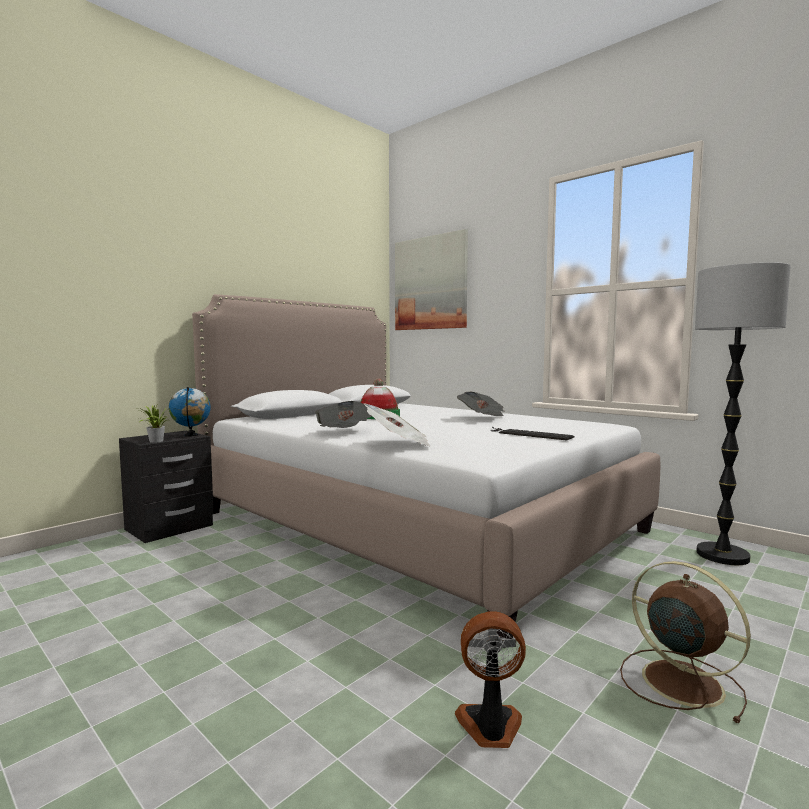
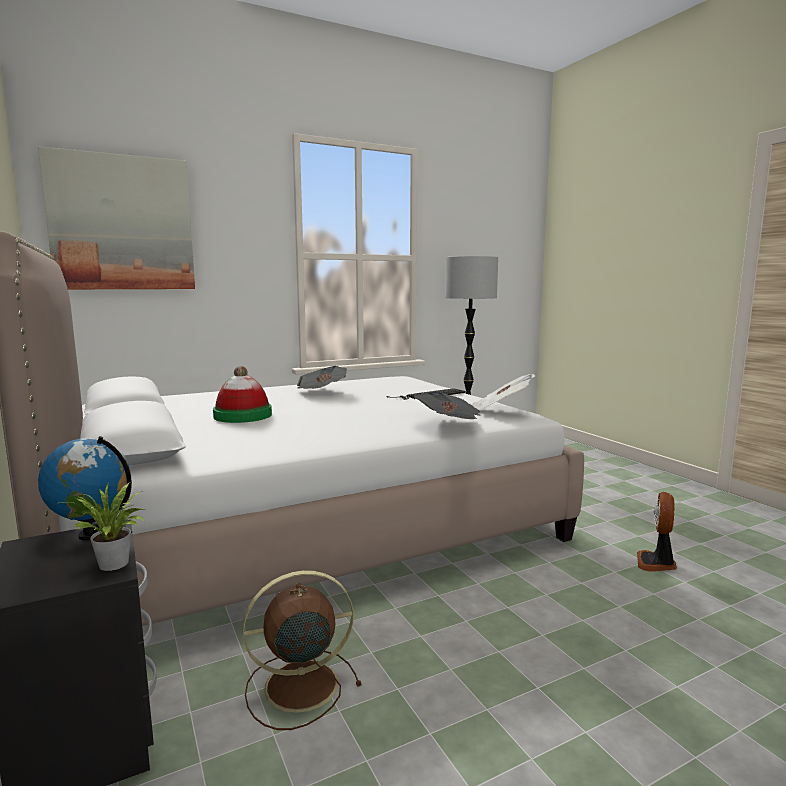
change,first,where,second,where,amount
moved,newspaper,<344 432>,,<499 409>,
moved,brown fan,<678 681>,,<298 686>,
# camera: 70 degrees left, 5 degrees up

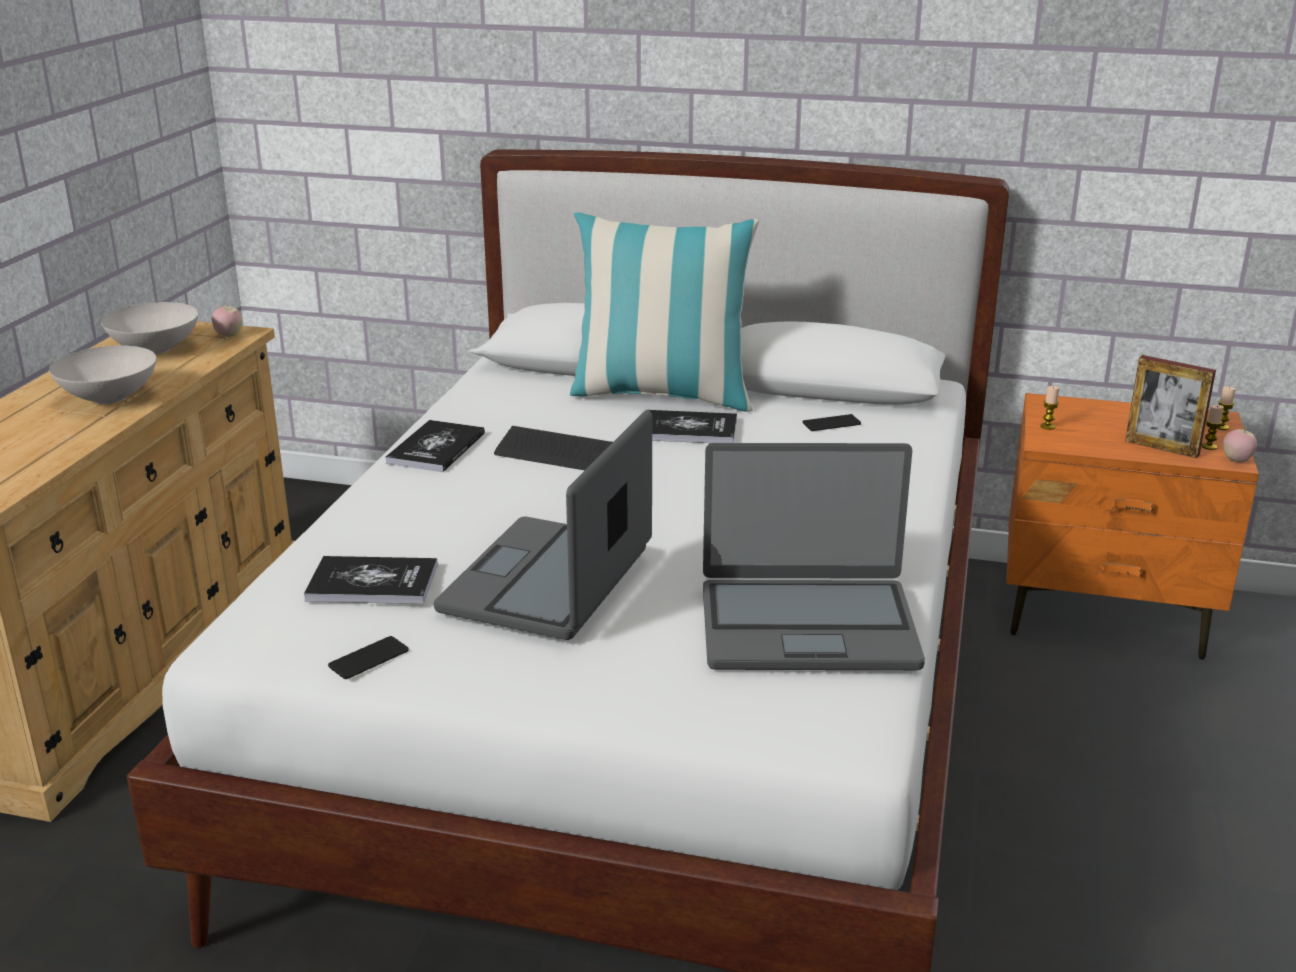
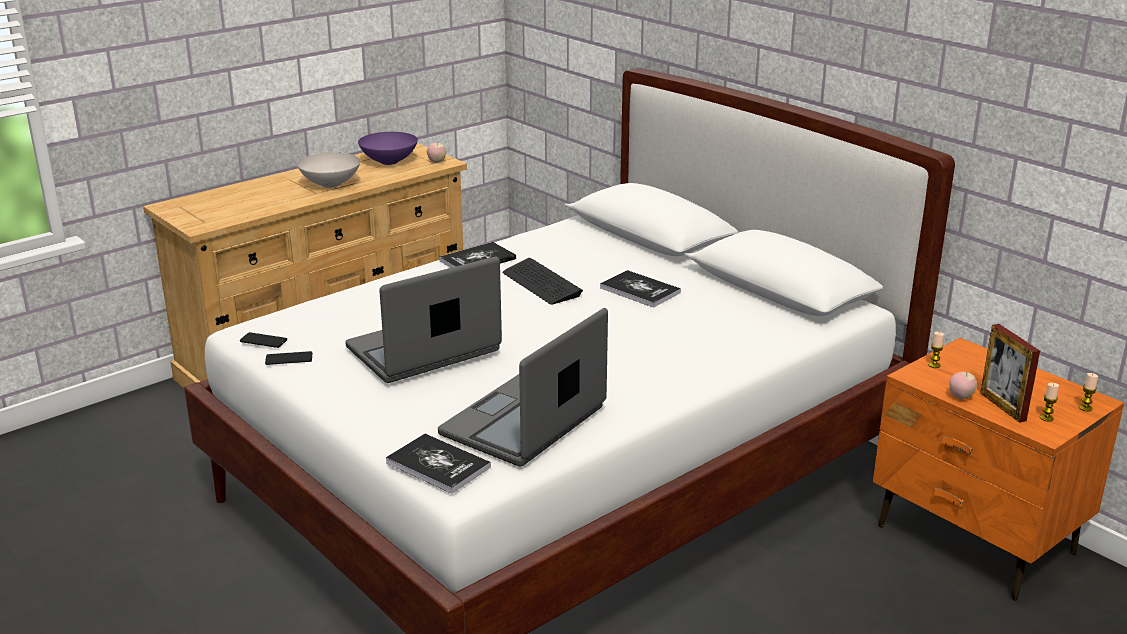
change,first,where,second,where,amount
recoloured,white bowl,<156 350>,purple bowl,<389 162>,
moved,book,<372 583>,,<438 465>,
removed,pillow,<662 395>,,,
turned,laptop,<807 626>,,<525 422>,90 degrees clockwise
moved,phone,<831 424>,,<263 341>,
moved,apple,<1236 460>,,<960 397>,
# camera: 35 degrees right, 0 degrees up

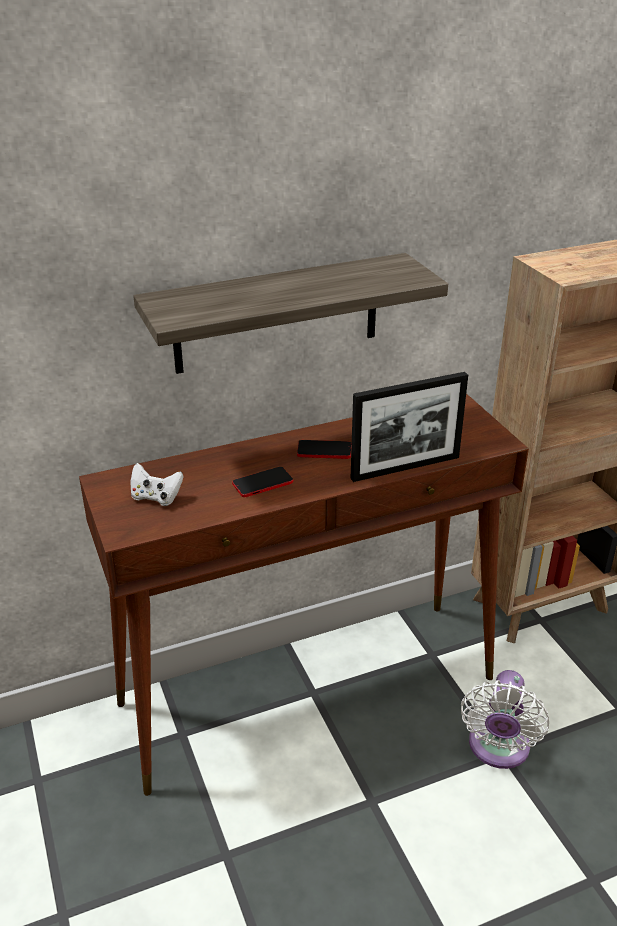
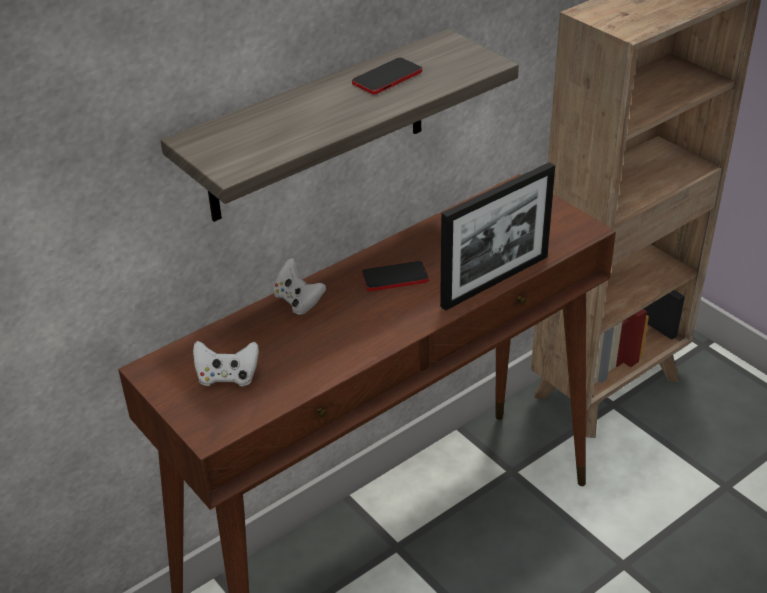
change,first,where,second,where,amount
moved,phone,<262 483>,,<387 77>,
removed,white fan,<497 749>,,,
added,,,white game controller,<298 301>,
# camera: 15 degrees left, 5 degrees up

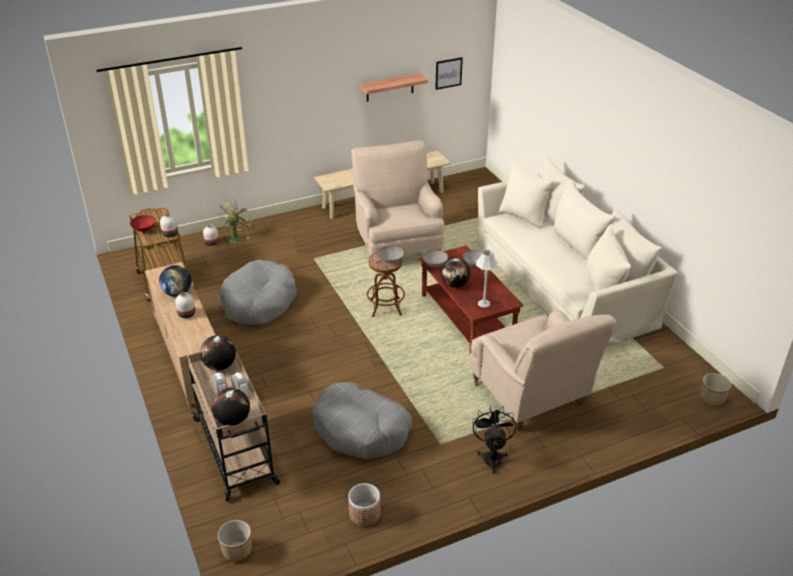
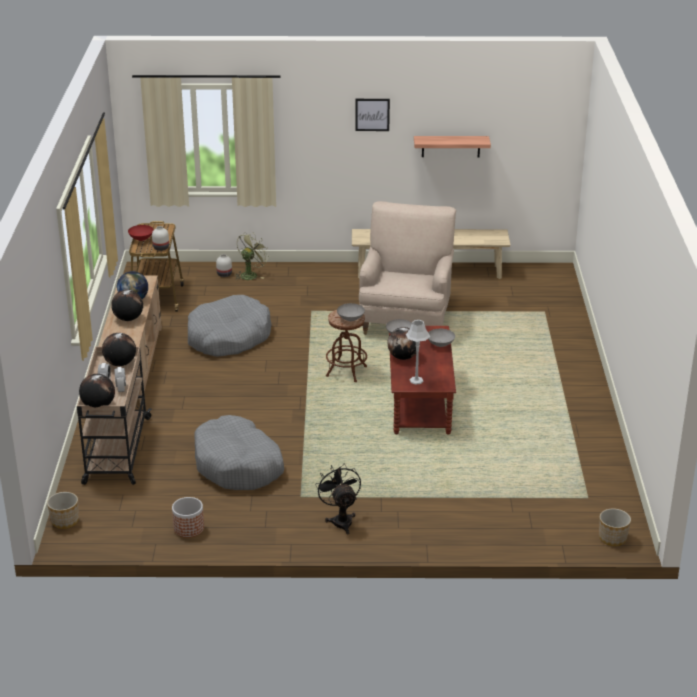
change,first,where,second,where,amount
replaced,white vase,<186 314>,globe,<128 319>,
moved,picture,<448 73>,,<372 114>,
removed,beige armchair,<531 398>,,,
turned,black fan,<492 456>,,<340 520>,45 degrees counterclockwise
removed,beige sofa,<562 283>,,,
# camera: 25 degrees right, 5 degrees down

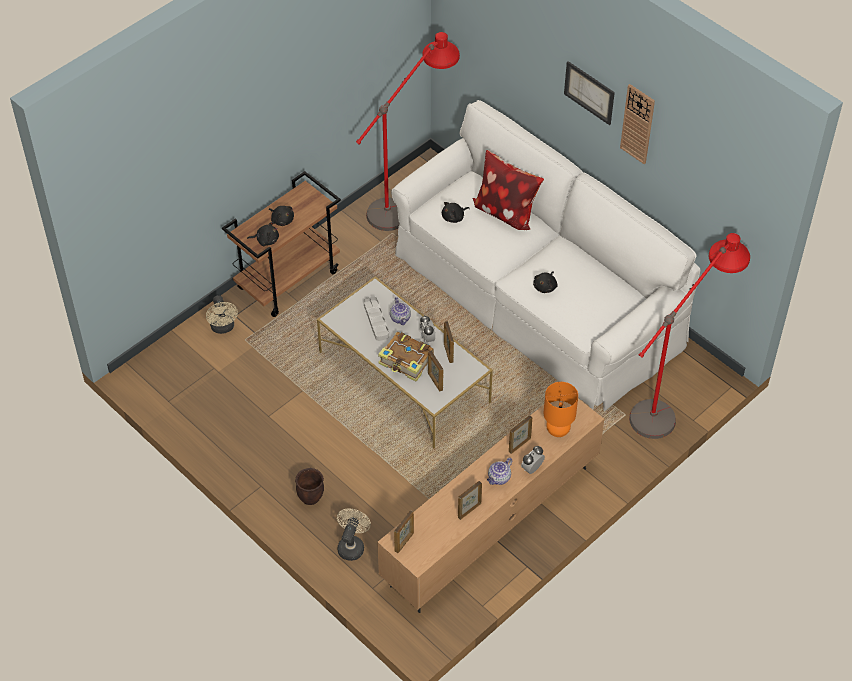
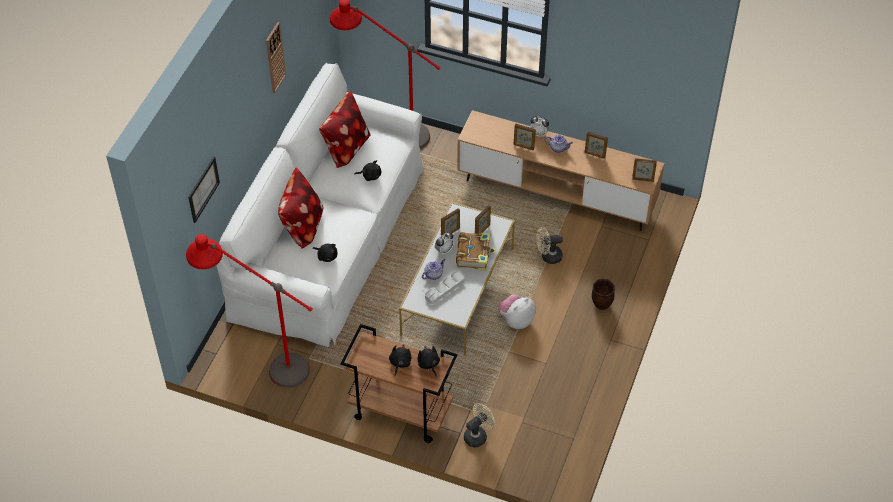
change,first,where,second,where,amount
moved,beige fan,<352 545>,,<548 256>,
removed,orange table lamp,<557 430>,,,
moved,picture,<589 92>,,<203 189>,
added,,,pillow,<345 148>,
added,,,plush toy,<516 320>,
# camera: 115 degrees left, 0 degrees up

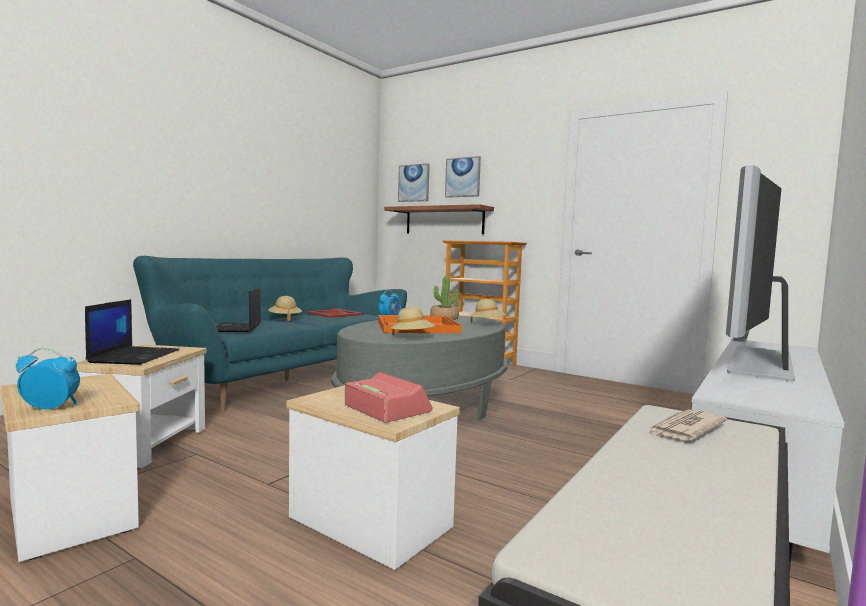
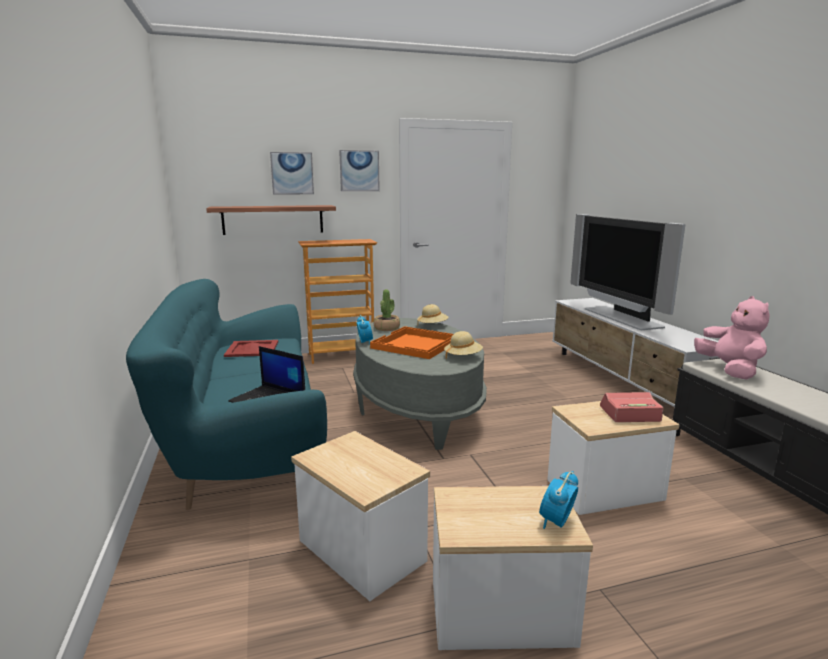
change,first,where,second,where,amount
removed,laptop,<134 356>,,,
removed,beige hat,<285 318>,,,
moved,picture,<414 183>,,<359 171>,
replaced,newspaper,<684 429>,pink plush toy,<730 370>,
# camera: 50 degrees left, 10 degrees up

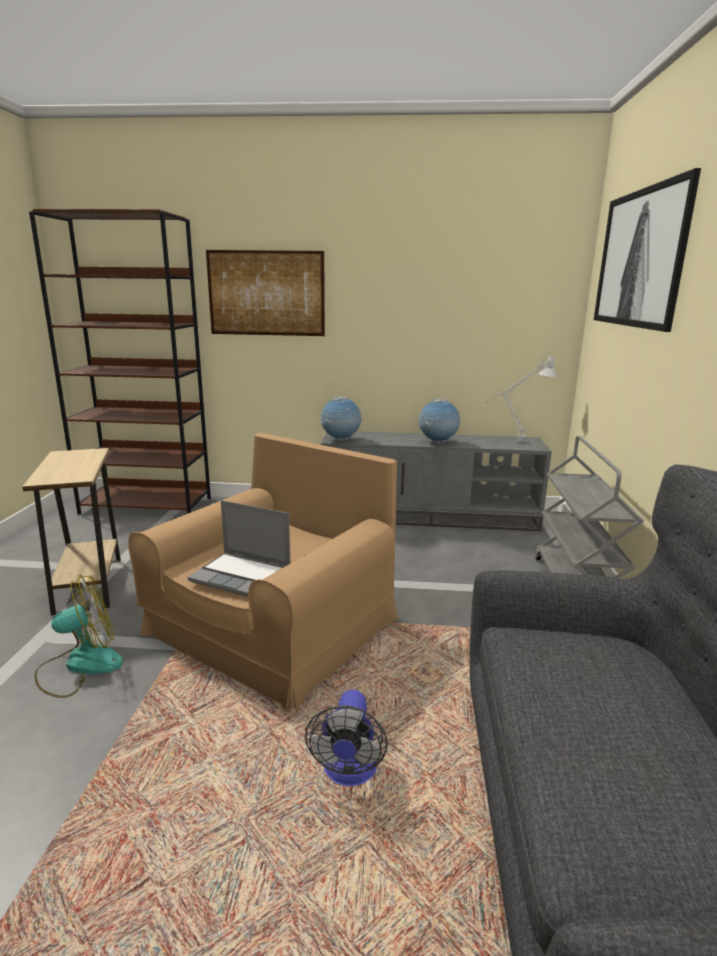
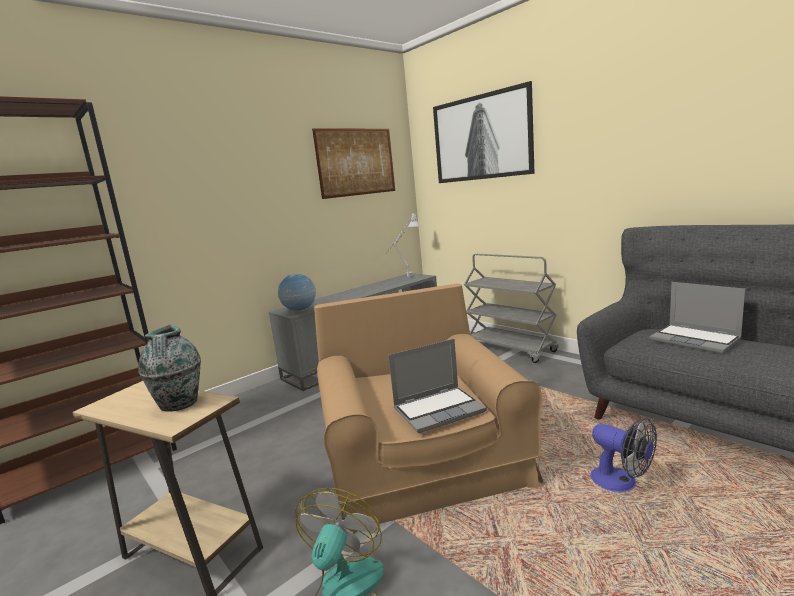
change,first,where,second,where,amount
moved,picture,<266 293>,,<356 162>,
removed,globe,<438 442>,,,
added,,,vase,<179 404>,
added,,,laptop,<696 340>,
# camera: 45 degrees left, 5 degrees down

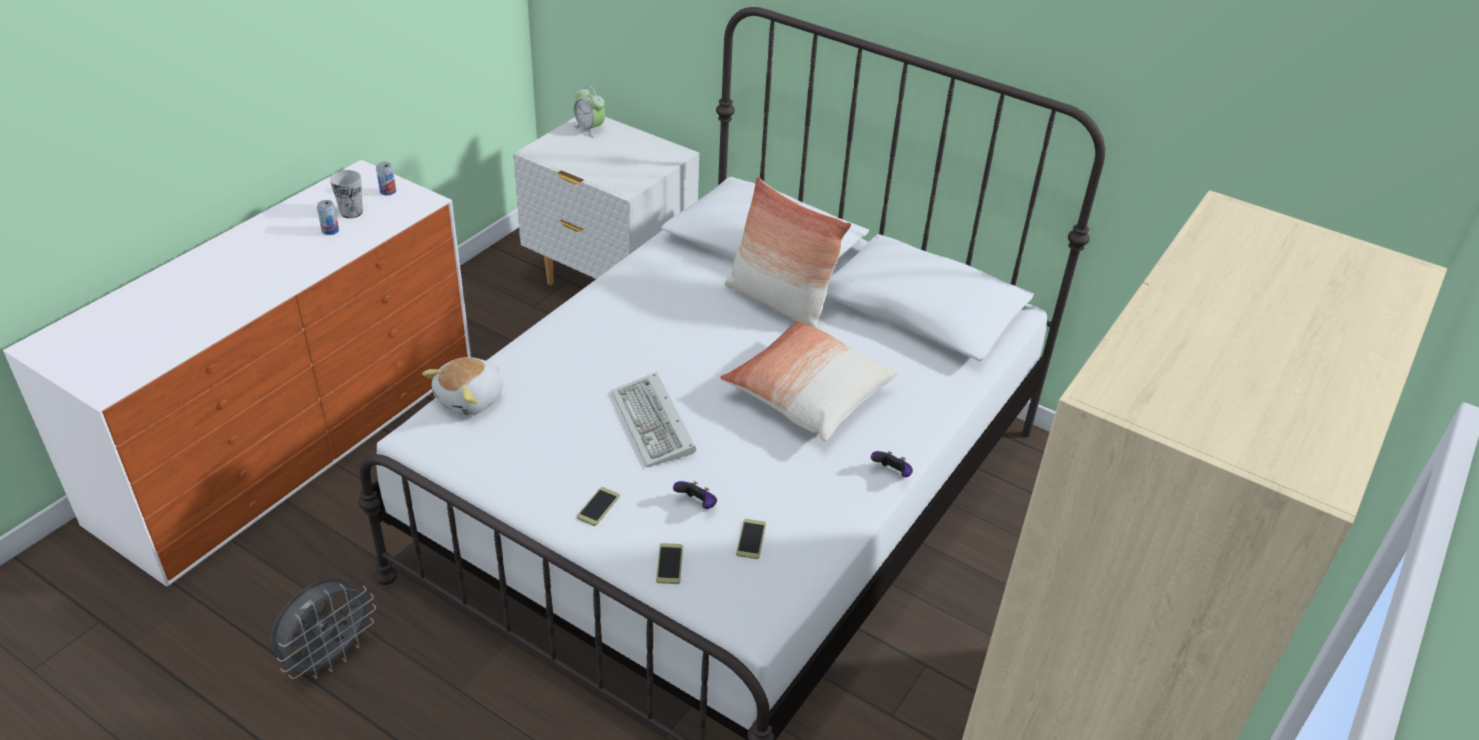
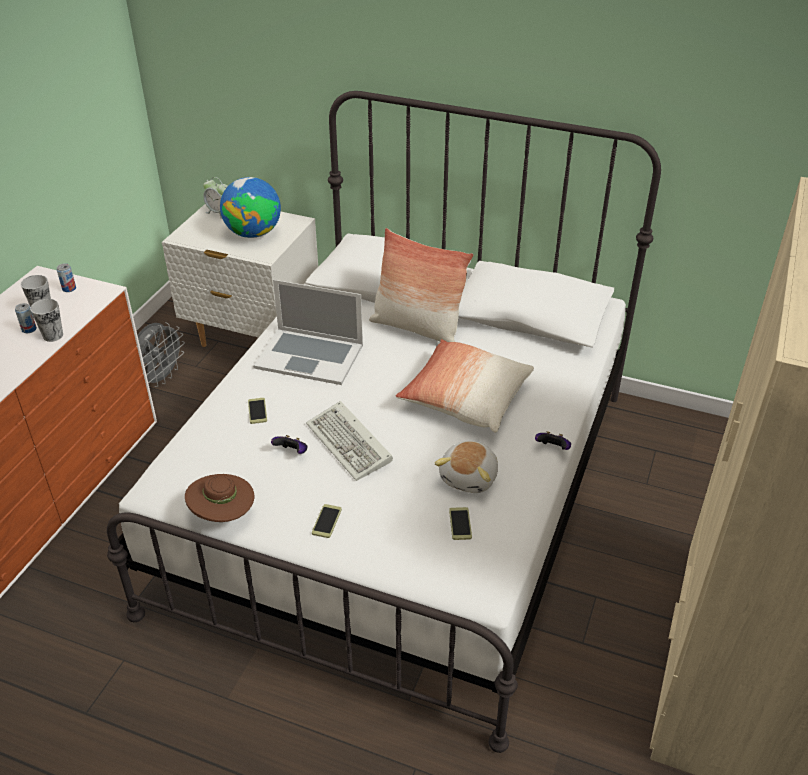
change,first,where,second,where,amount
moved,grey fan,<329 657>,,<160 378>,
moved,plush toy,<471 399>,,<470 477>,
moved,phone,<669 564>,,<257 411>,
moved,game controller,<697 504>,,<292 453>,
added,,,cup,<53 335>,
added,,,brown hat,<223 514>,
added,,,globe,<253 233>,
added,,,laptop,<309 356>,
# camera: 10 degrees left, 0 degrees up

